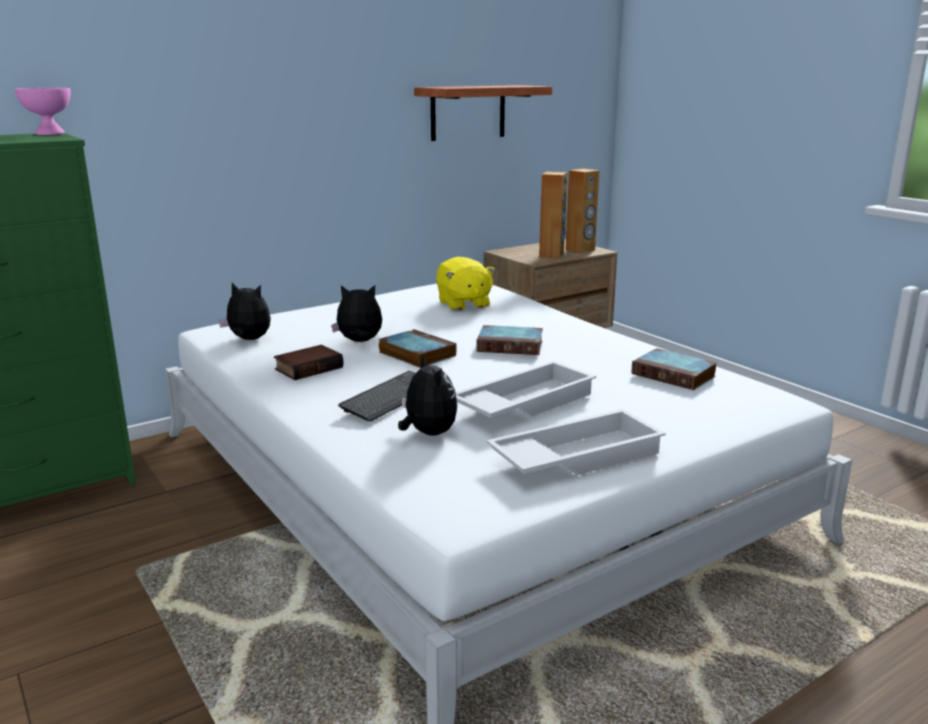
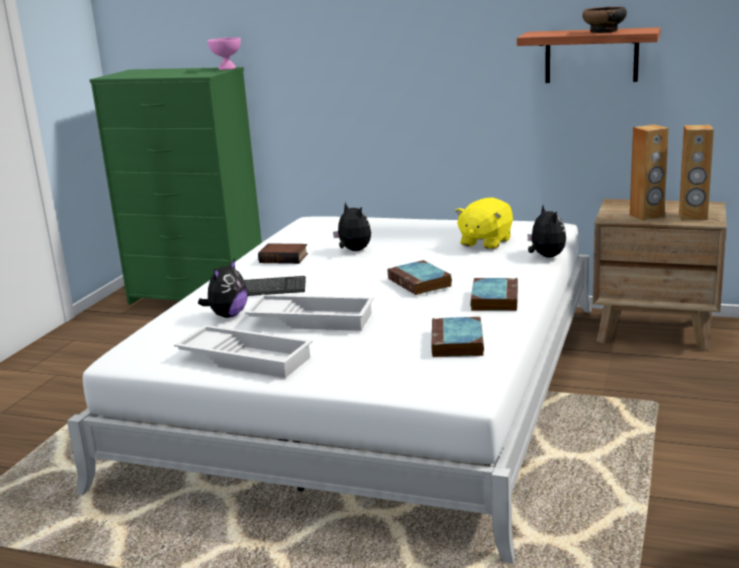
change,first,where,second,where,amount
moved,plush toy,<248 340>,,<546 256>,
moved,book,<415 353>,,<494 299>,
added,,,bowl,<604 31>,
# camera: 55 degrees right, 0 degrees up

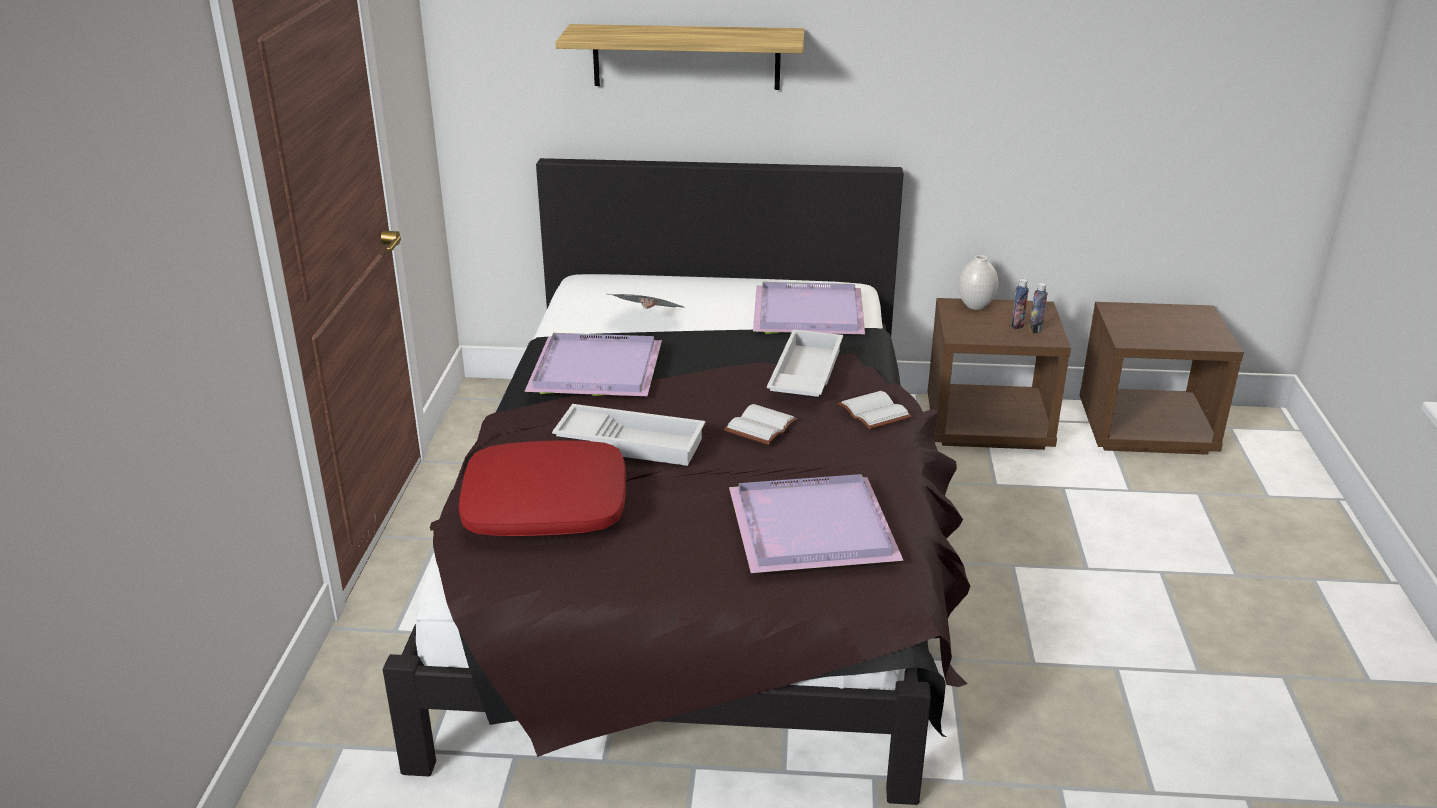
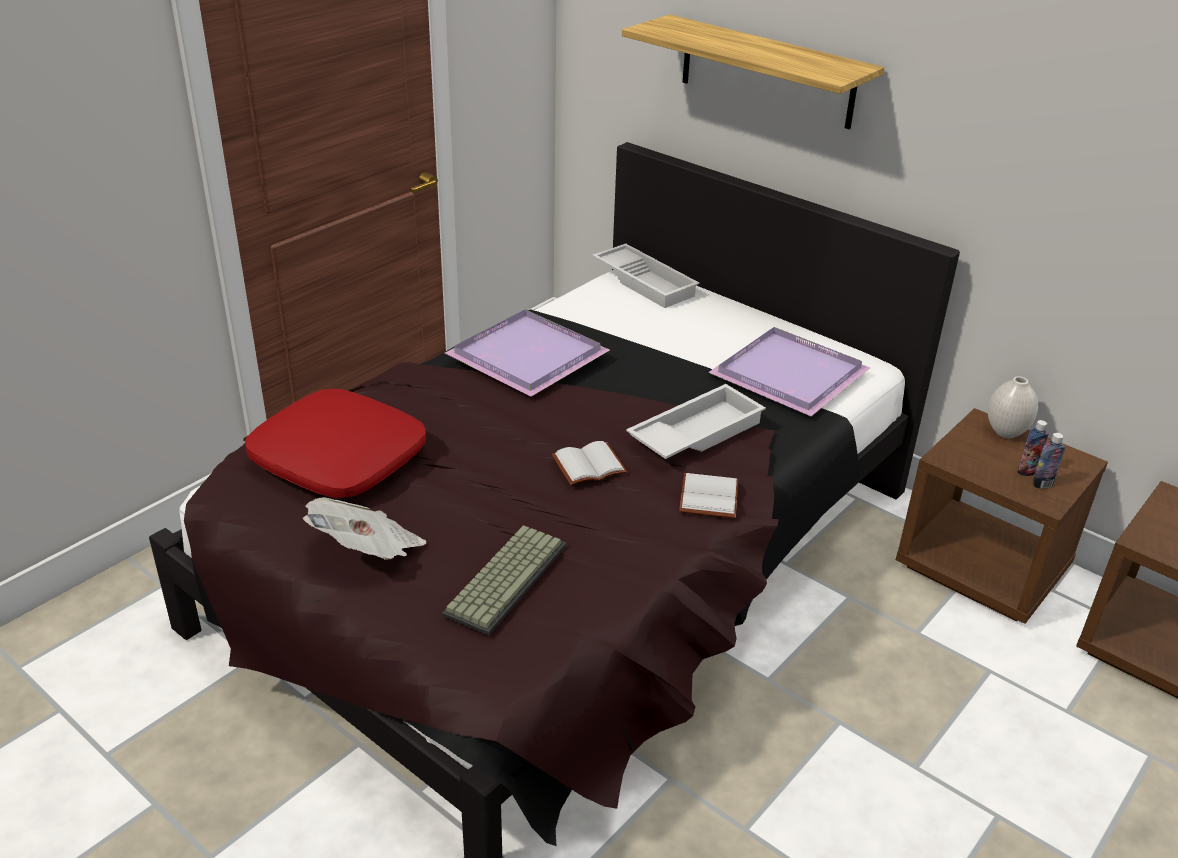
change,first,where,second,where,amount
moved,white tray,<632 442>,,<646 282>,
moved,newspaper,<649 321>,,<368 551>,
replaced,purple tray,<808 526>,keyboard,<505 577>,
# camera: 35 degrees right, 5 degrees up

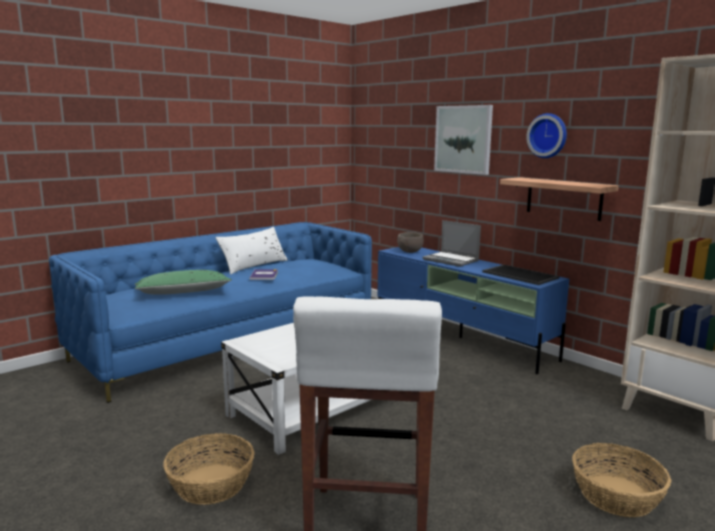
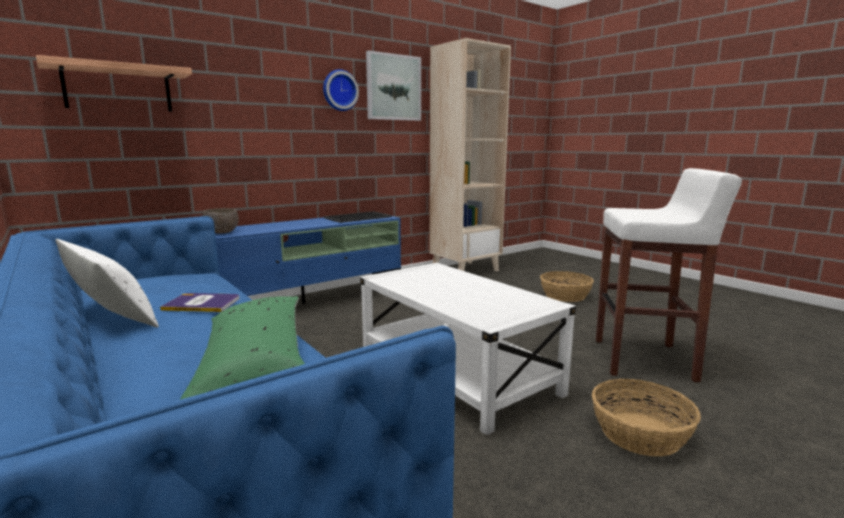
change,first,where,second,where,amount
removed,laptop,<451 260>,,,
moved,picture,<463 139>,,<393 87>,
moved,shelf,<564 198>,,<118 88>,
# camera: 85 degrees left, 0 degrees up

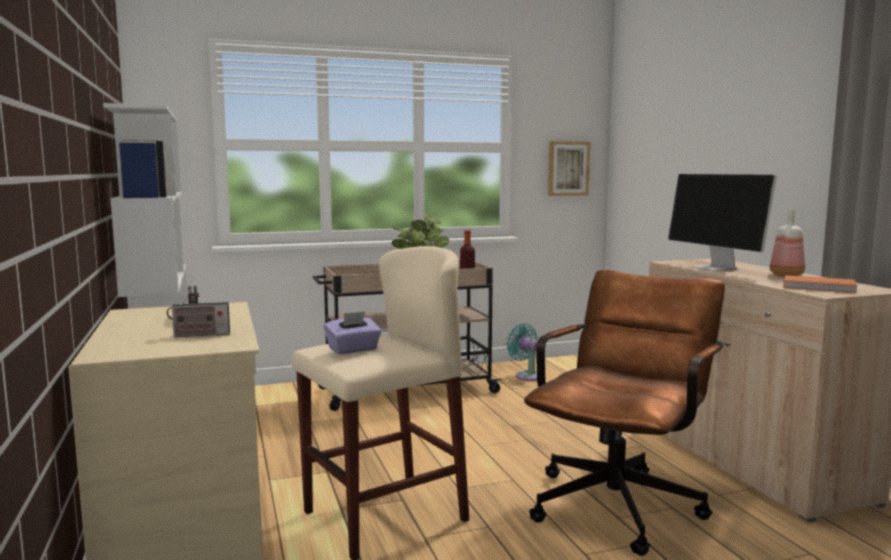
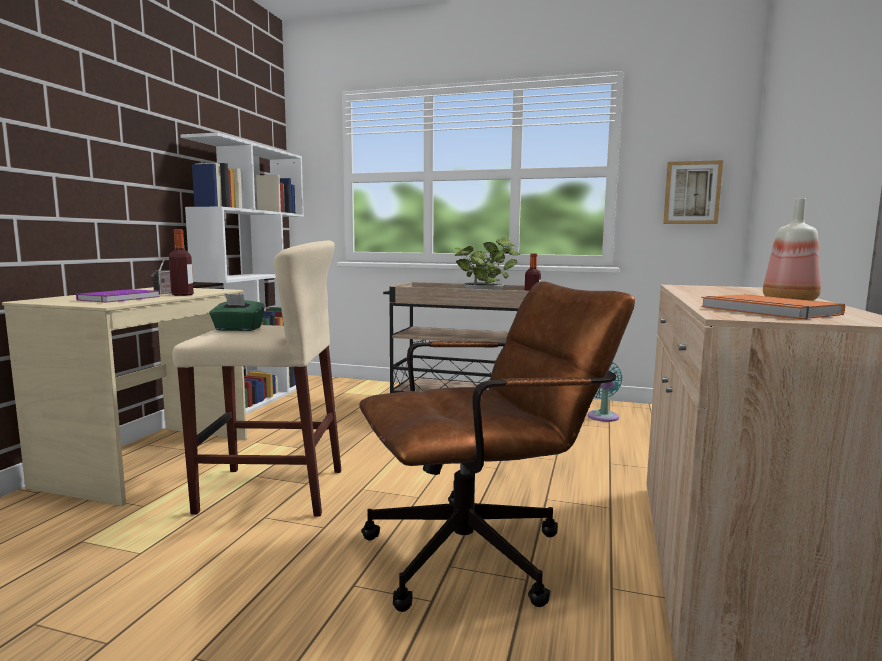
change,first,where,second,where,amount
replaced,radio,<199 335>,purple book,<121 299>,
recoloured,purple tissue box,<353 350>,green tissue box,<238 329>,
removed,monitor,<716 268>,,,
added,,,bottle,<182 295>,
# camera: 35 degrees right, 0 degrees up

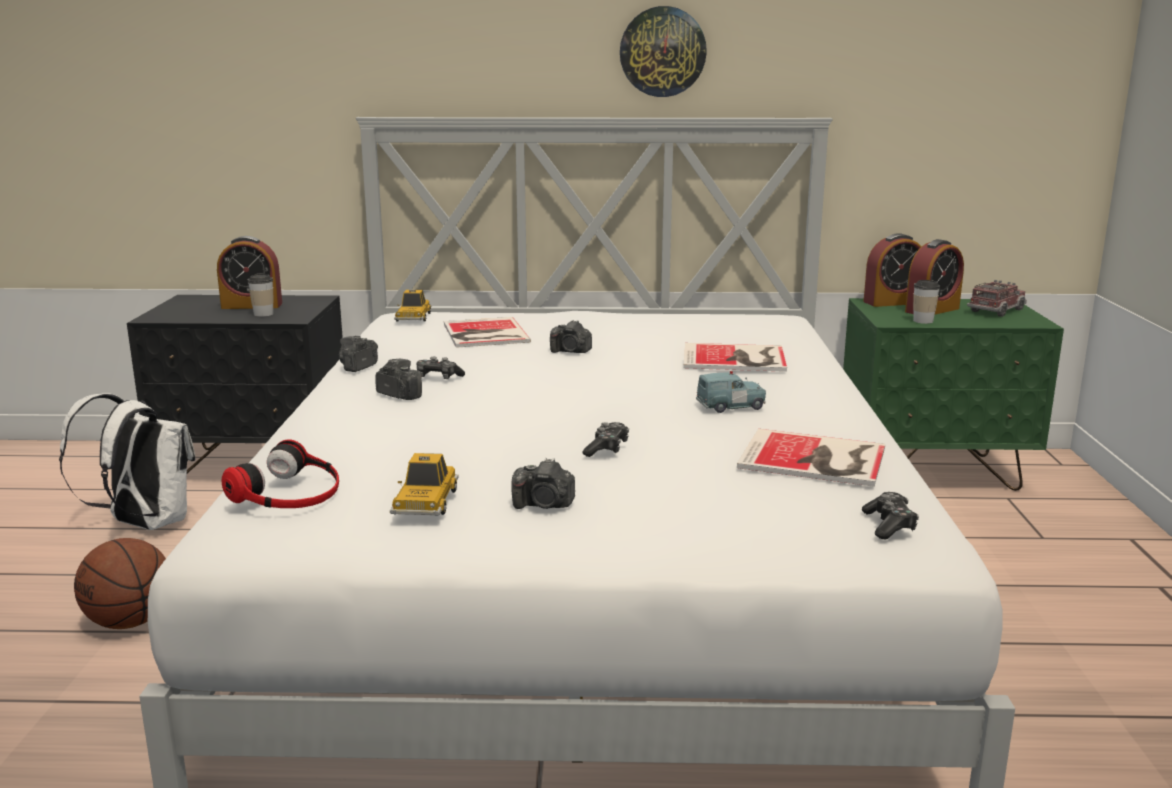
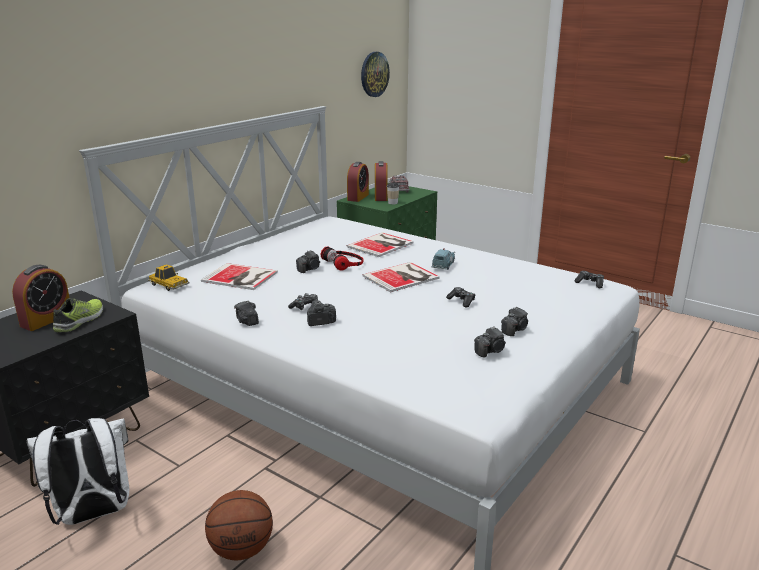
change,first,where,second,where,amount
moved,headphones,<289 491>,,<344 262>,
replaced,cup,<263 314>,shoe,<81 320>,
replaced,toy car,<426 502>,photo camera,<490 351>,
moved,wall clock,<662 52>,,<374 74>,
moved,book,<816 459>,,<403 277>,
# camera: 55 degrees left, 5 degrees up

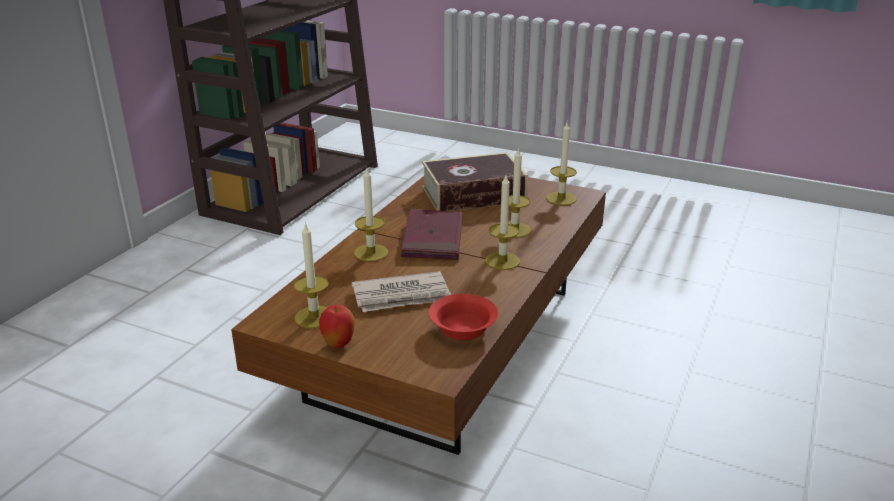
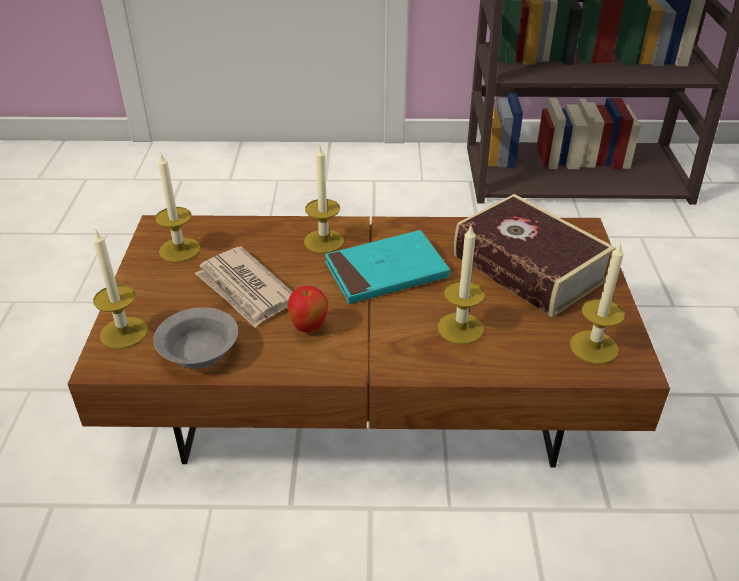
change,first,where,second,where,amount
moved,apple,<338 344>,,<309 328>,
recoloured,red book,<433 239>,turquoise book,<386 272>,
recoloured,red bowl,<464 328>,grey bowl,<200 352>,
moved,candle,<502 261>,,<124 333>,
# camera: 65 degrees right, 10 degrees up

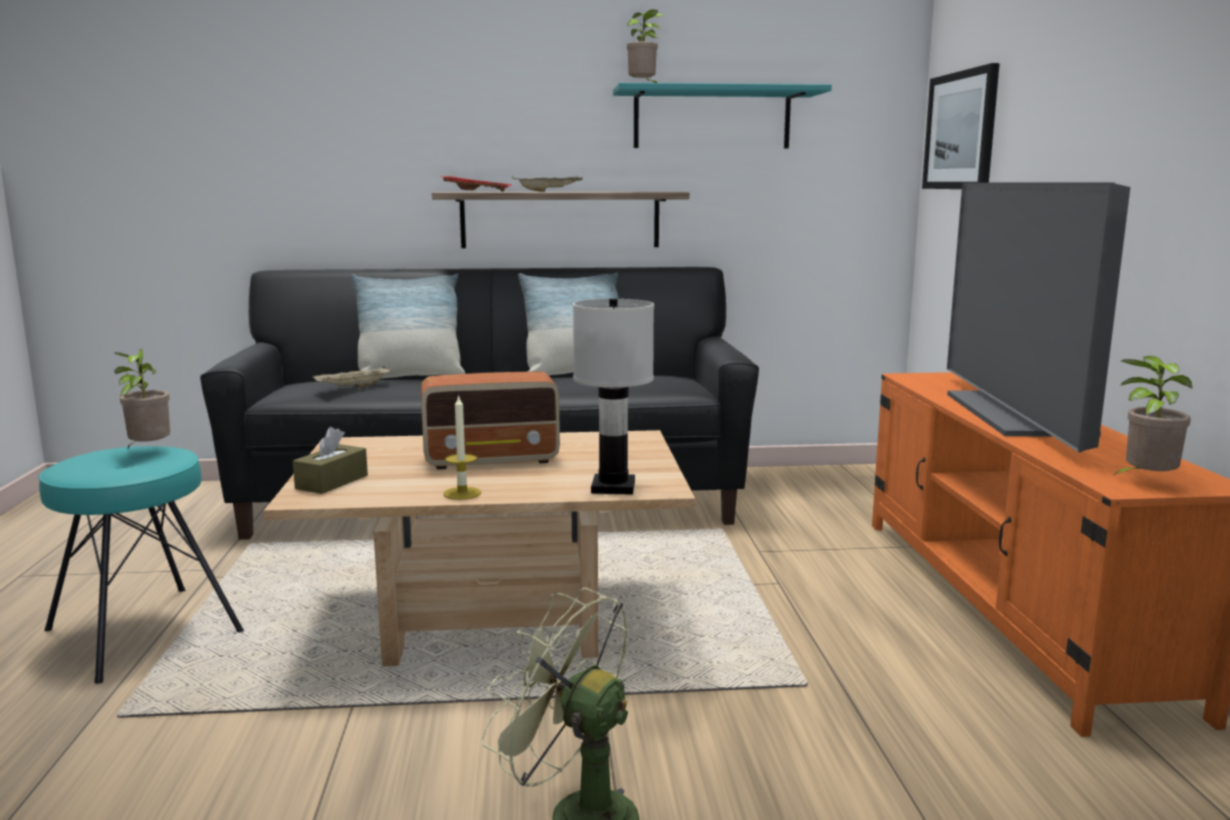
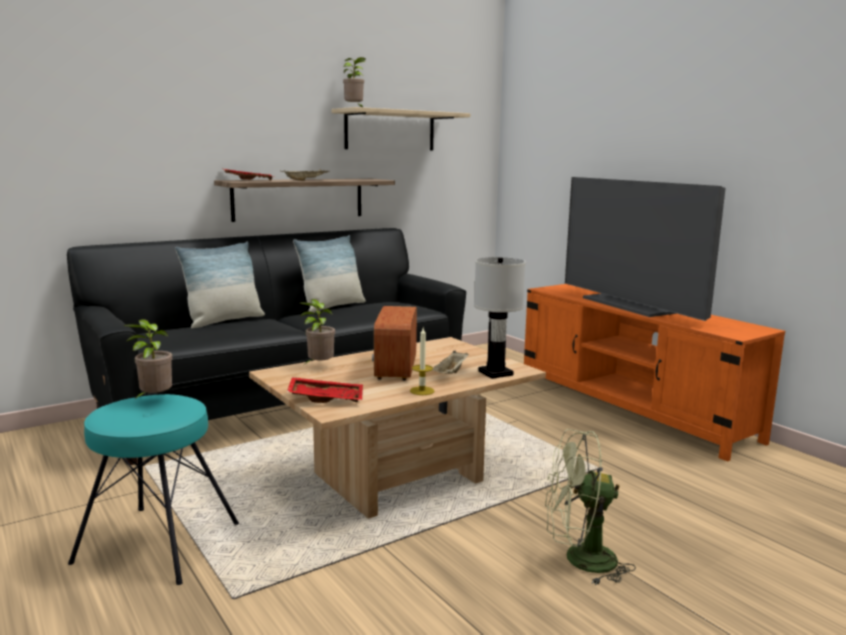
change,first,where,second,where,amount
replaced,brown tissue box,<332 482>,red tray,<326 398>,
moved,beige tray,<353 388>,,<451 374>,
turned,radio,<493 460>,,<395 368>,135 degrees clockwise
recoloured,turquoise shelf,<712 119>,beige shelf,<390 131>,
removed,picture,<961 131>,,,
moved,potted plant,<1145 482>,,<319 366>,
# camera: 30 degrees left, 0 degrees up

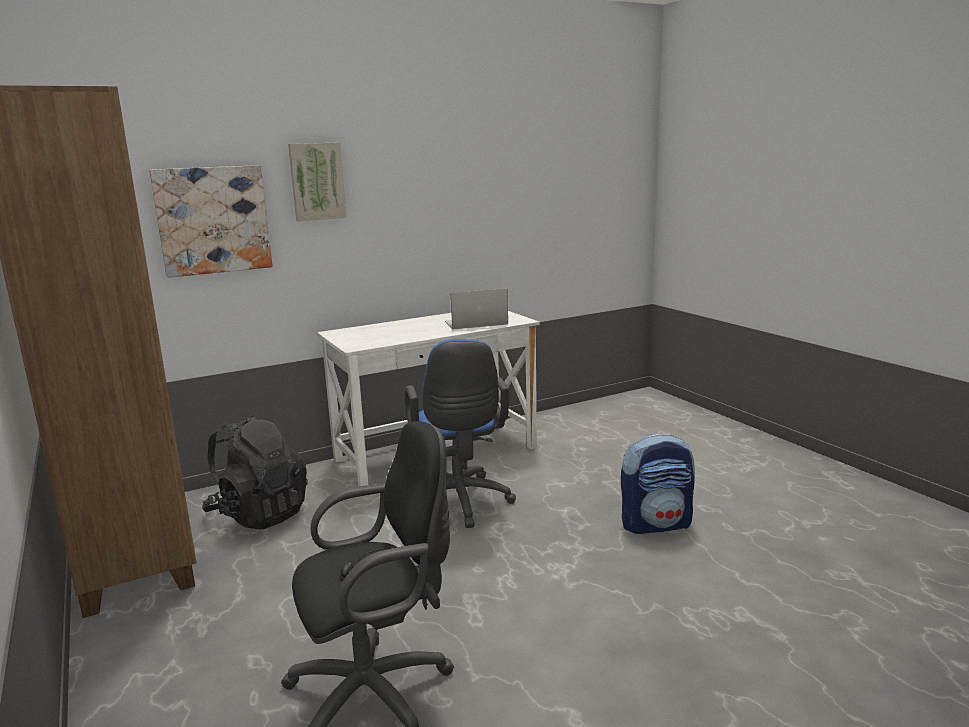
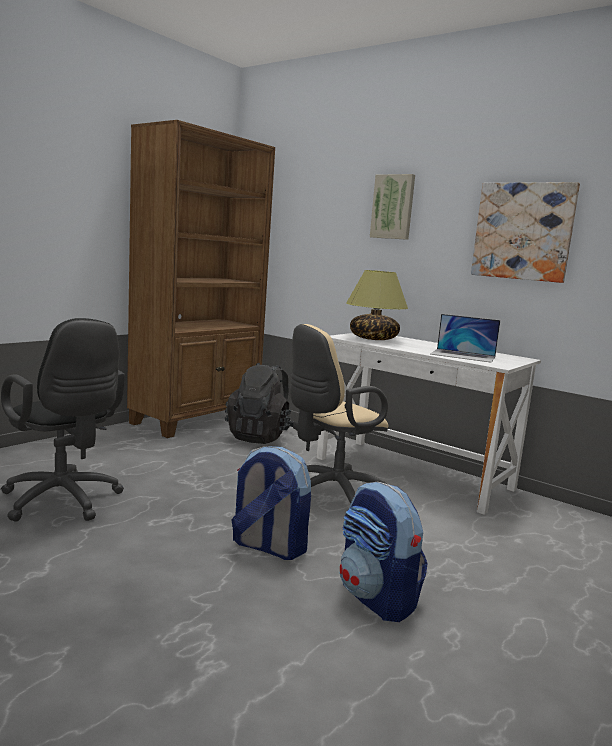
change,first,where,second,where,amount
moved,picture,<213 220>,,<523 231>,
recoloured,blue office chair,<460 504>,beige office chair,<330 494>,
turned,laptop,<475 322>,,<463 355>,150 degrees clockwise
added,,,backpack,<267 547>,
added,,,table lamp,<373 339>,
# camera: 65 degrees right, 5 degrees down

